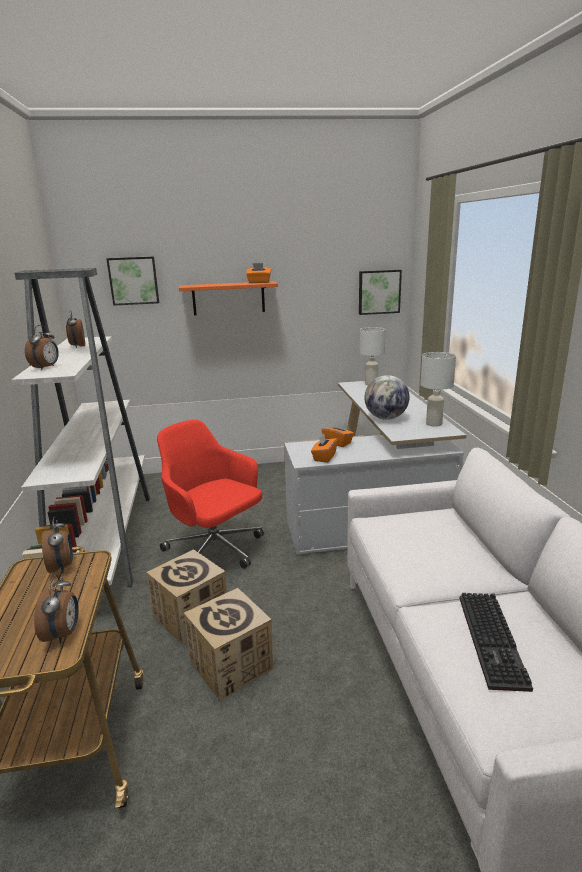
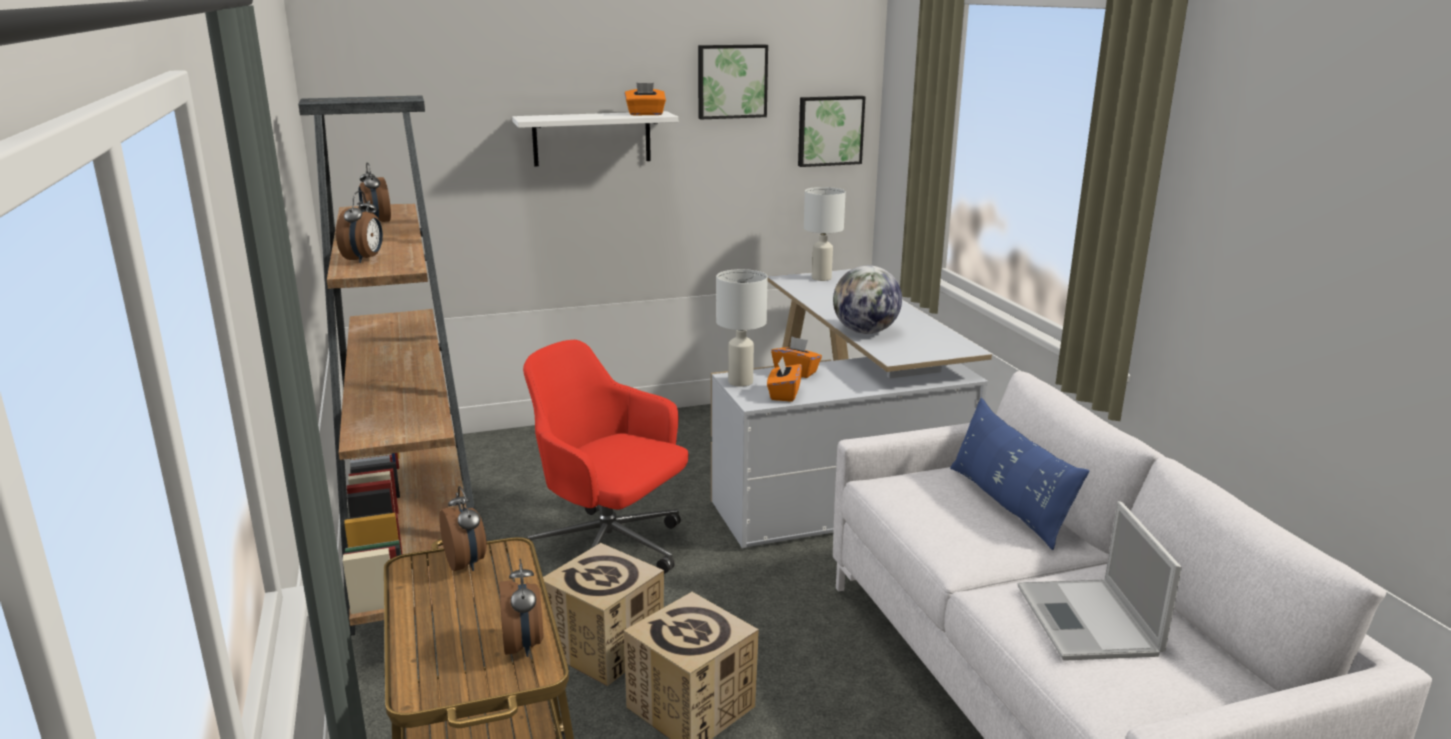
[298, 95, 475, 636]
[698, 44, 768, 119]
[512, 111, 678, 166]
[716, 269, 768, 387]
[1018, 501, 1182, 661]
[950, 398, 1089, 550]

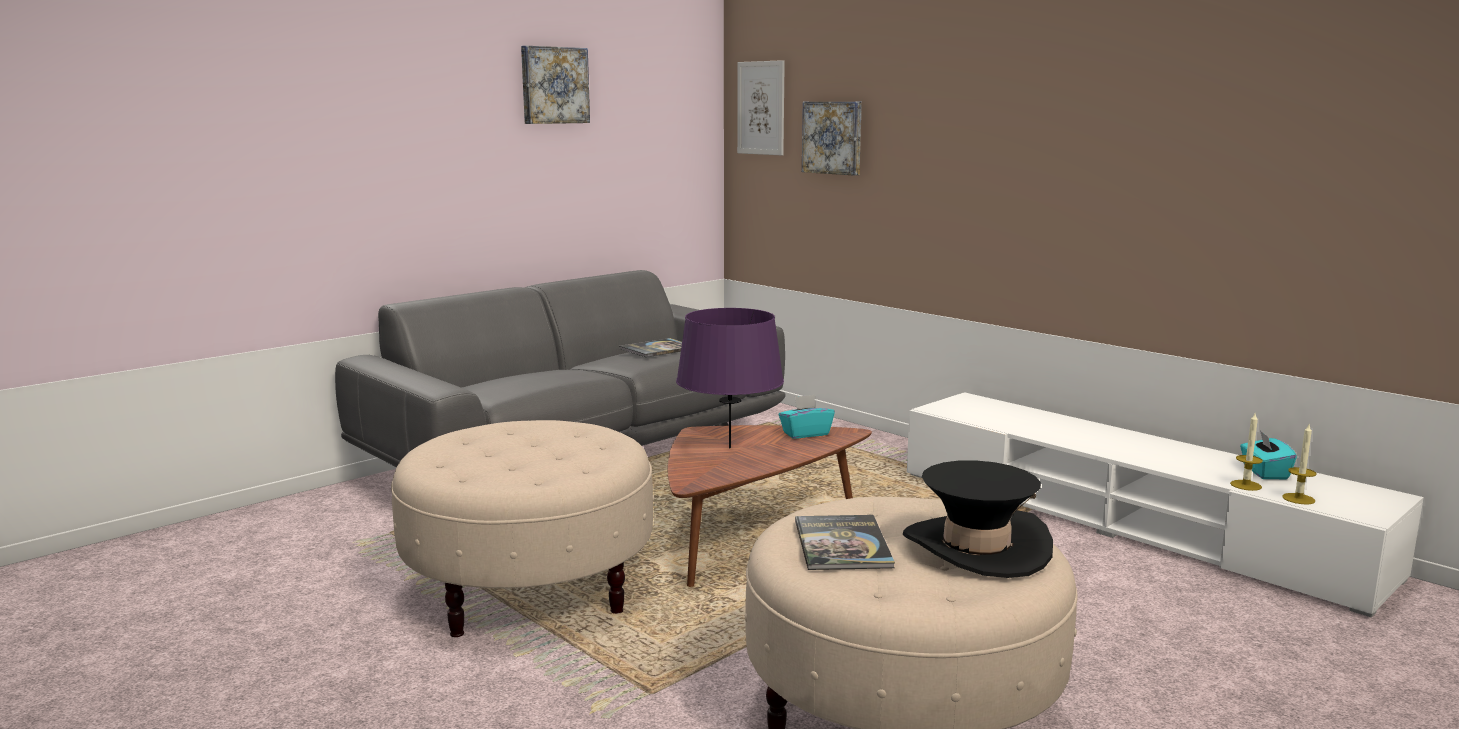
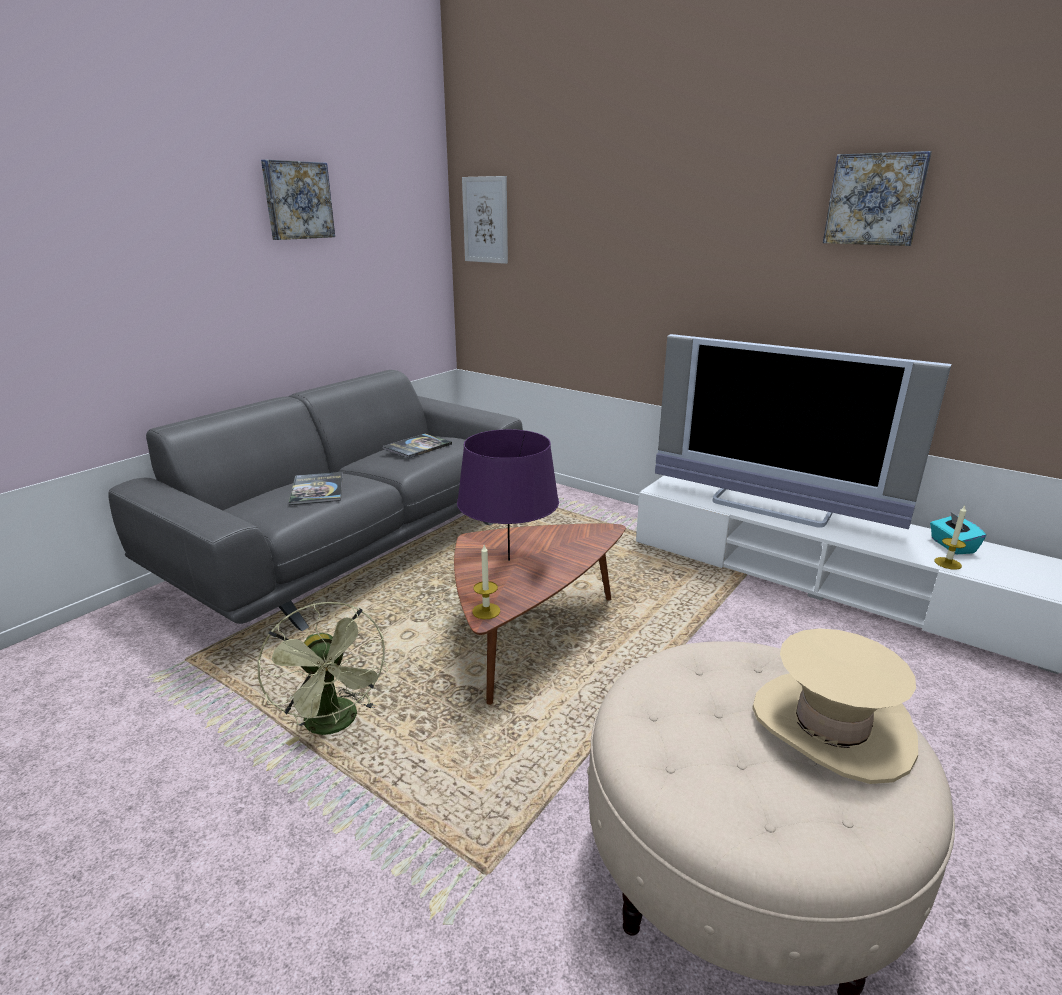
[257, 602, 388, 746]
[779, 395, 835, 439] (first image)
[289, 472, 343, 505]
[823, 151, 932, 246]
[752, 628, 918, 784]
[472, 545, 500, 619]
[655, 334, 952, 529]

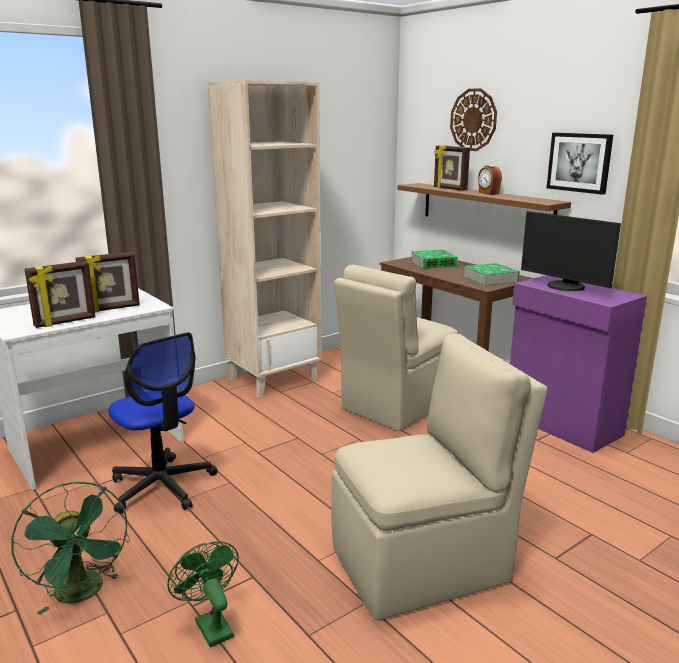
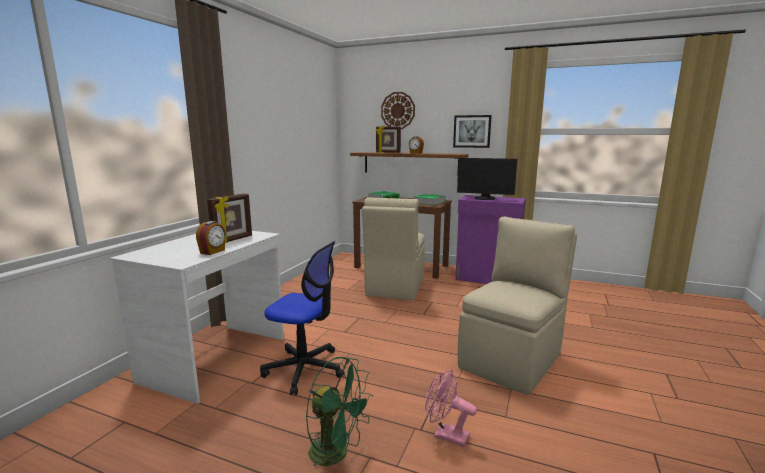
[196, 221, 226, 255]
[425, 369, 477, 447]
[208, 80, 322, 398] (first image)

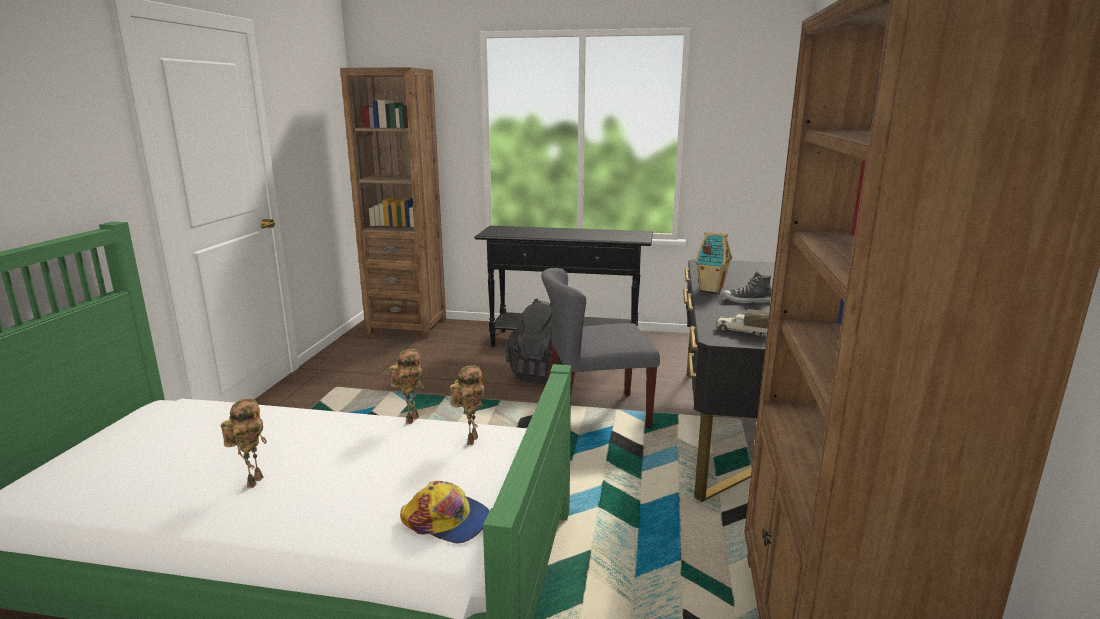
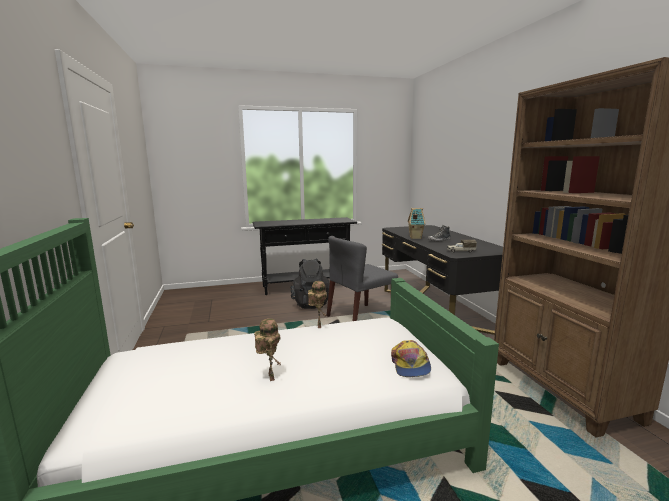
[340, 67, 446, 338] (first image)
[391, 340, 431, 377]
[450, 365, 485, 445] (first image)

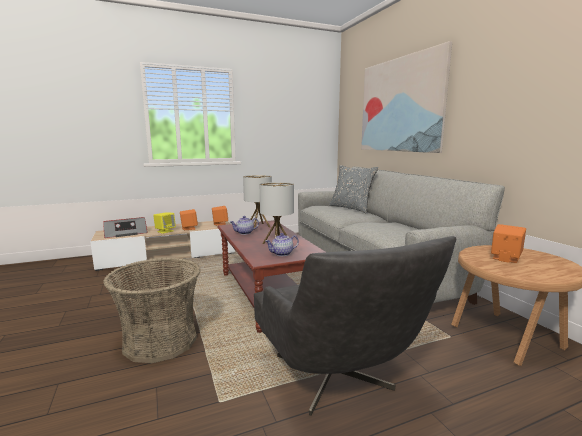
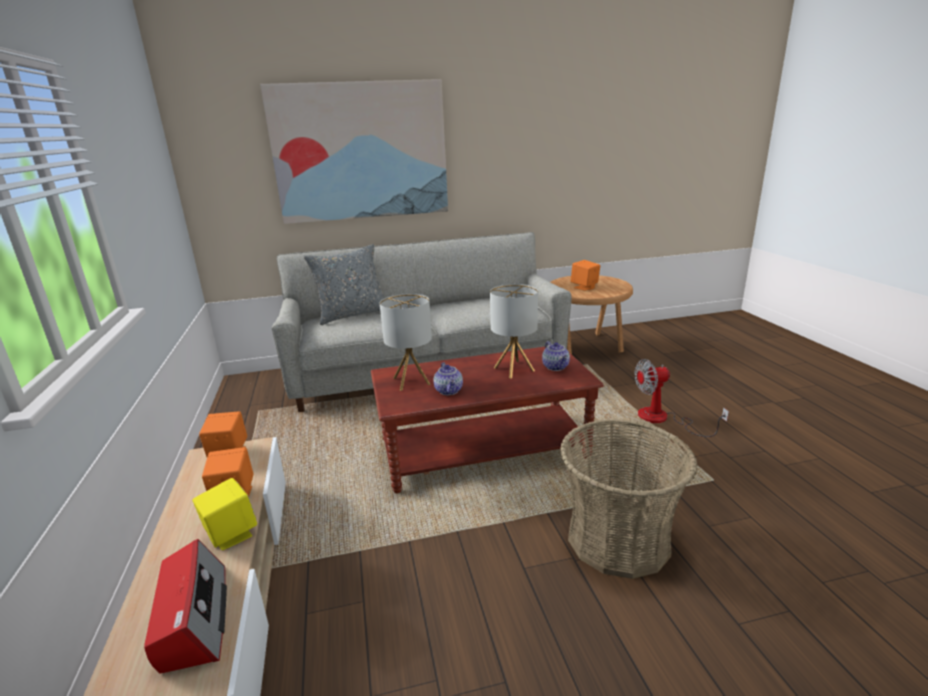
[635, 359, 729, 437]

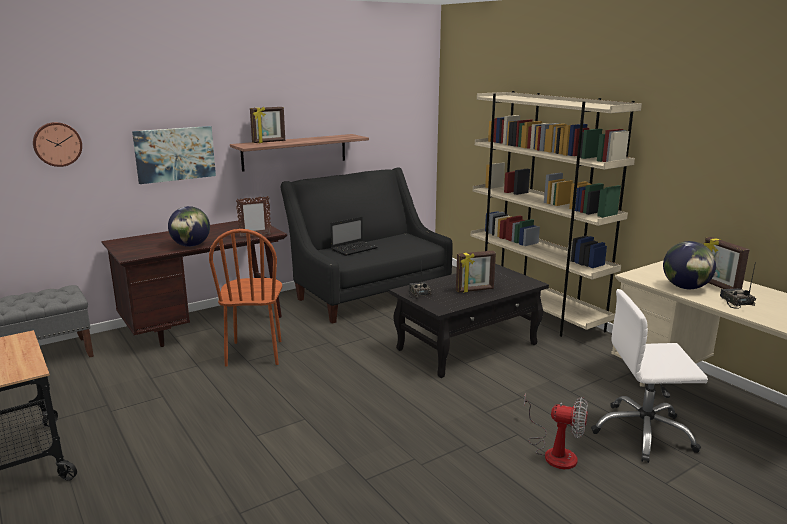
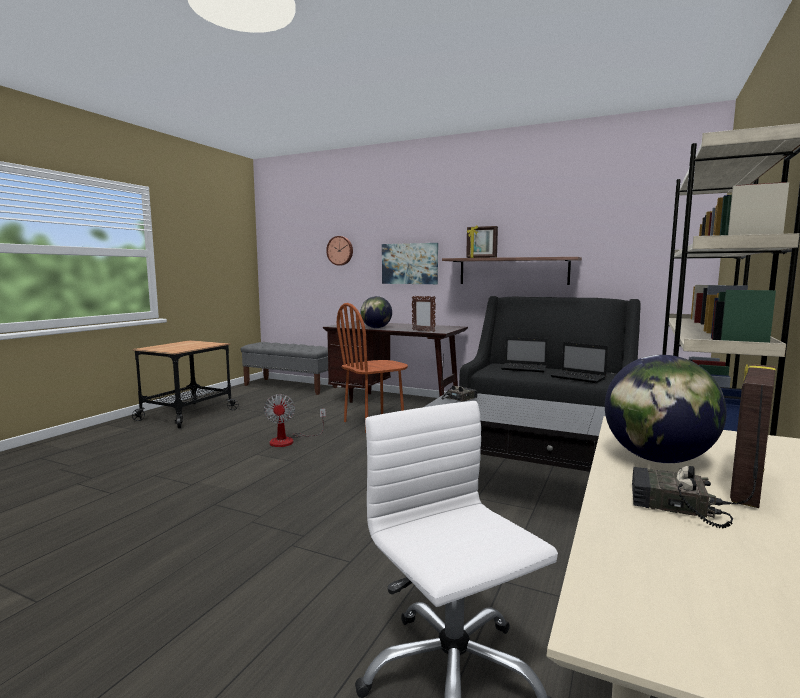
[456, 251, 496, 293] (first image)
[264, 394, 326, 447]
[632, 385, 763, 529]
[550, 342, 608, 383]

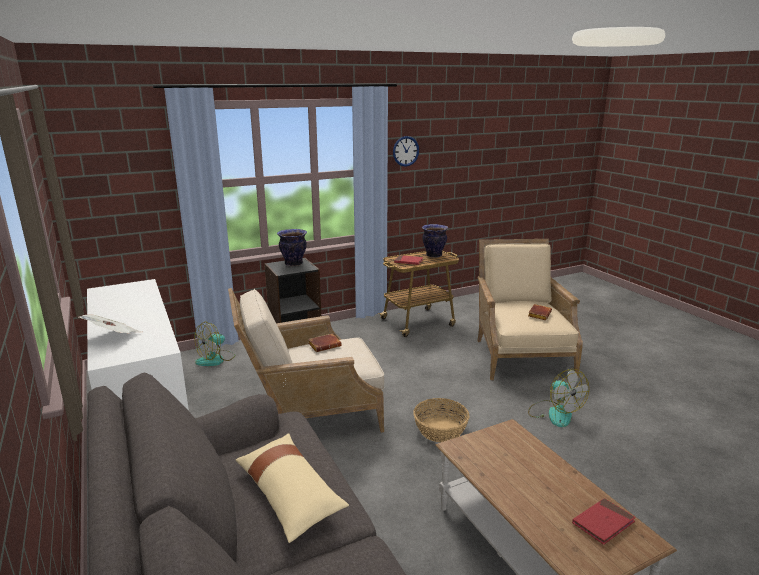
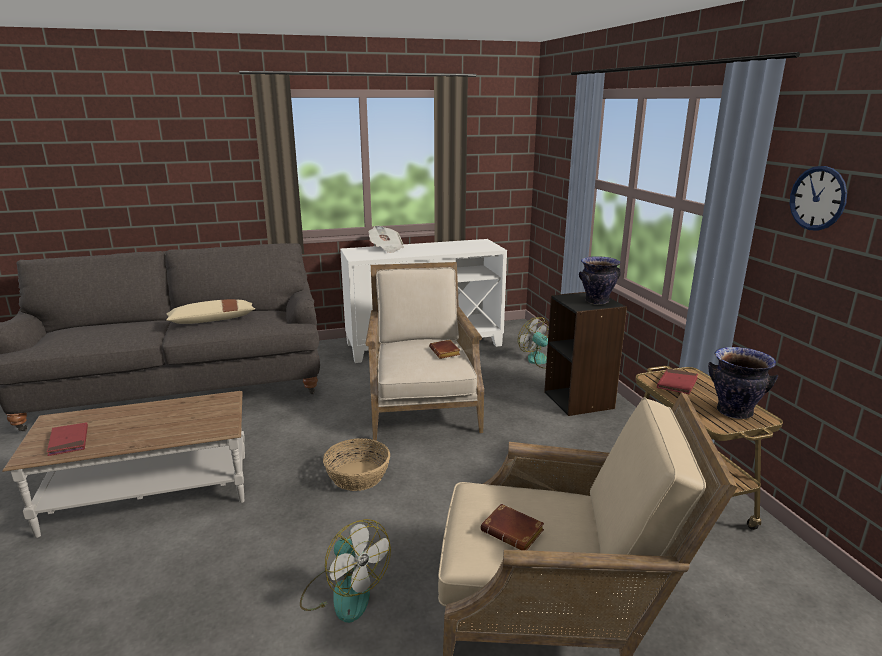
[300, 519, 391, 623]

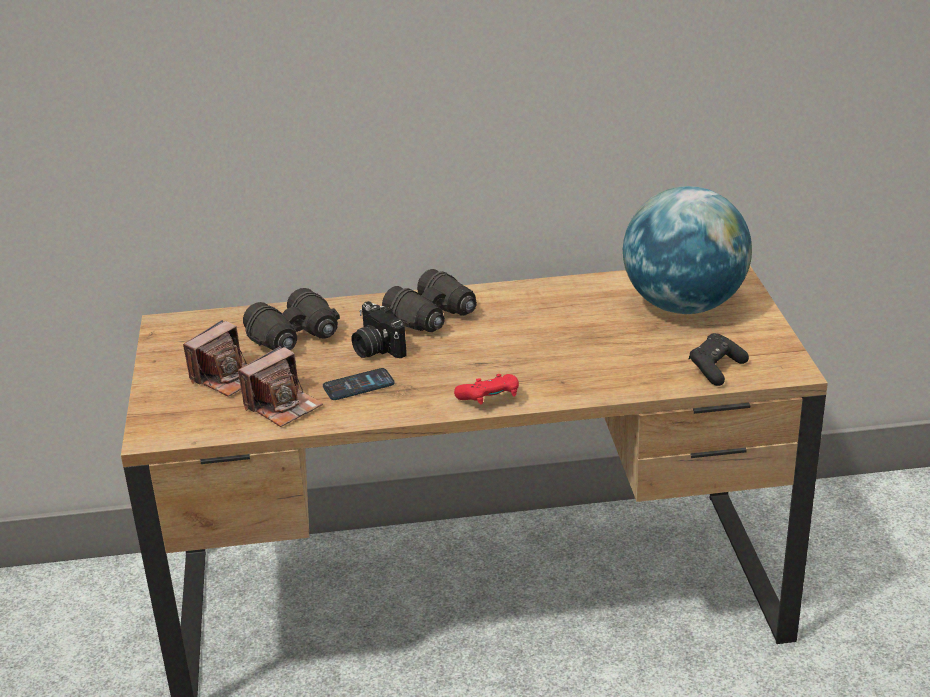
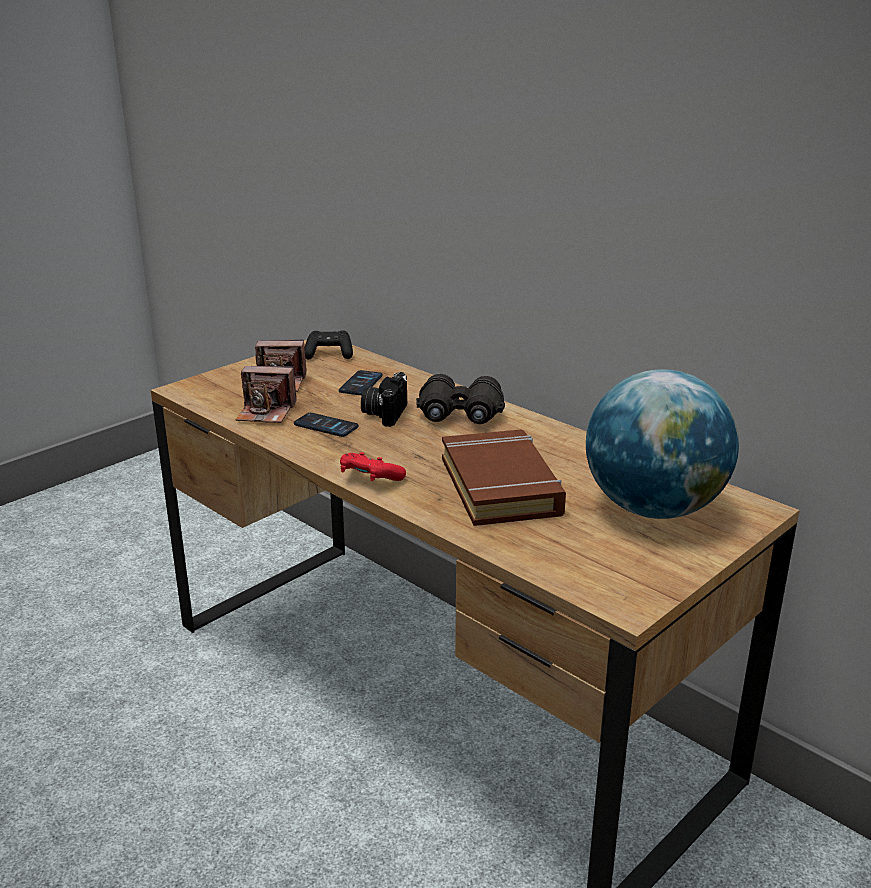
[339, 370, 382, 395]
[305, 330, 353, 359]
[442, 430, 566, 526]

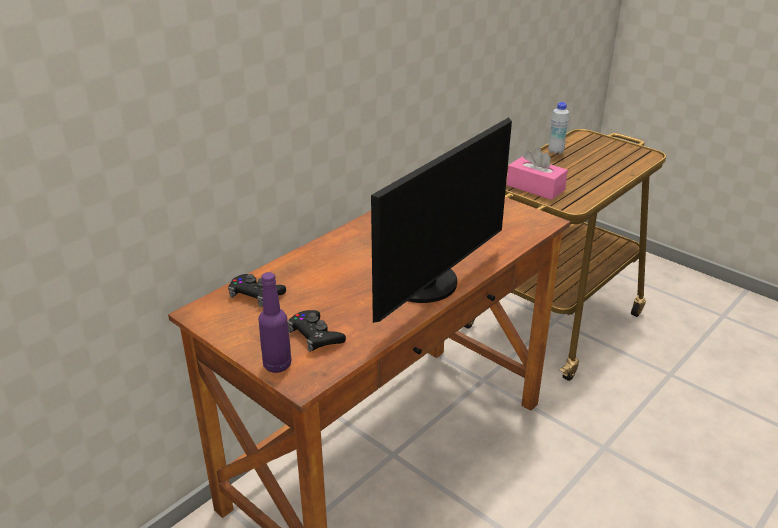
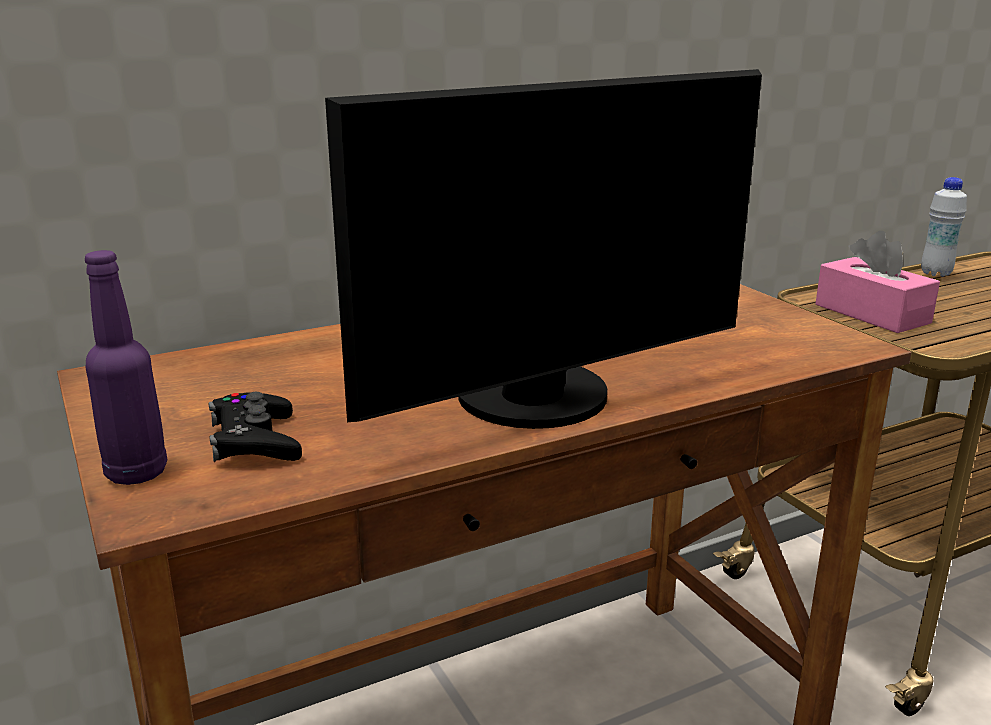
[228, 274, 286, 307] (first image)

